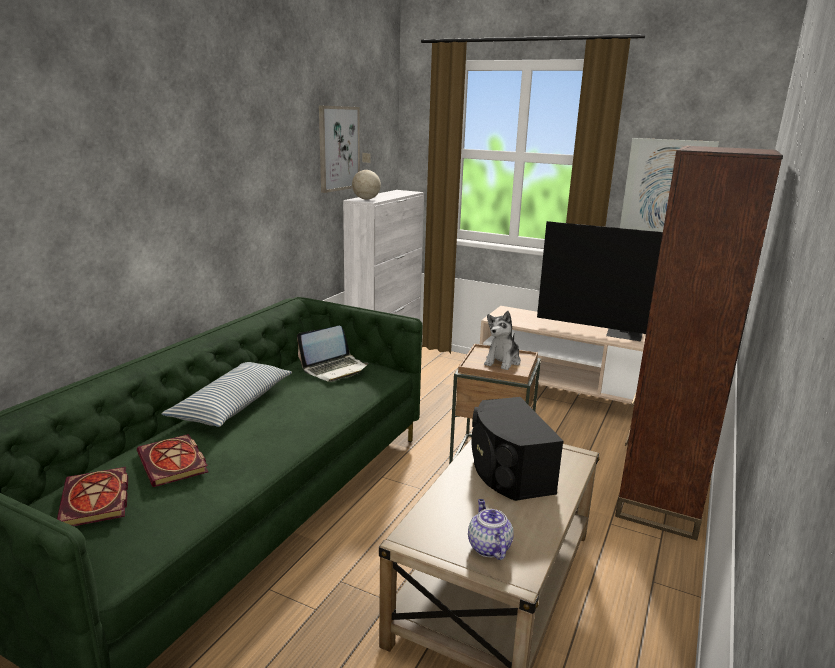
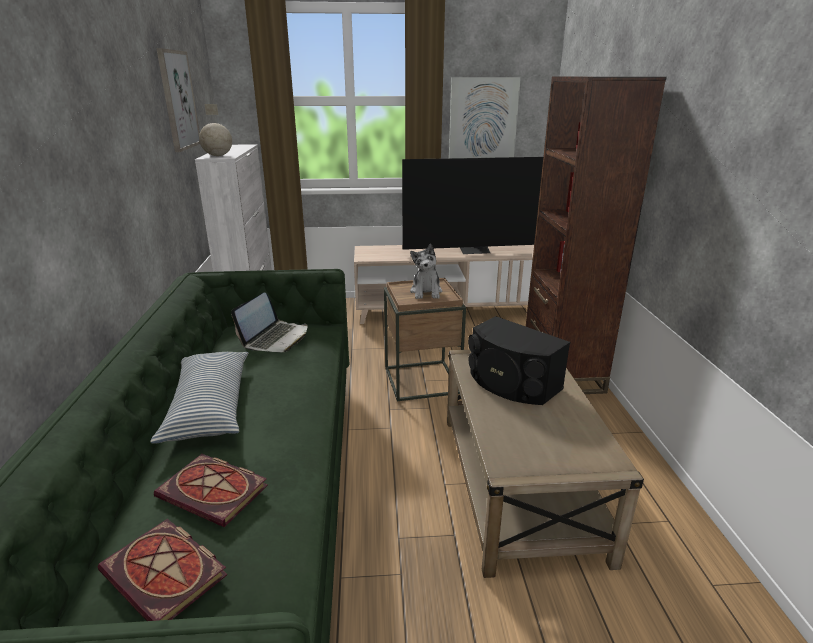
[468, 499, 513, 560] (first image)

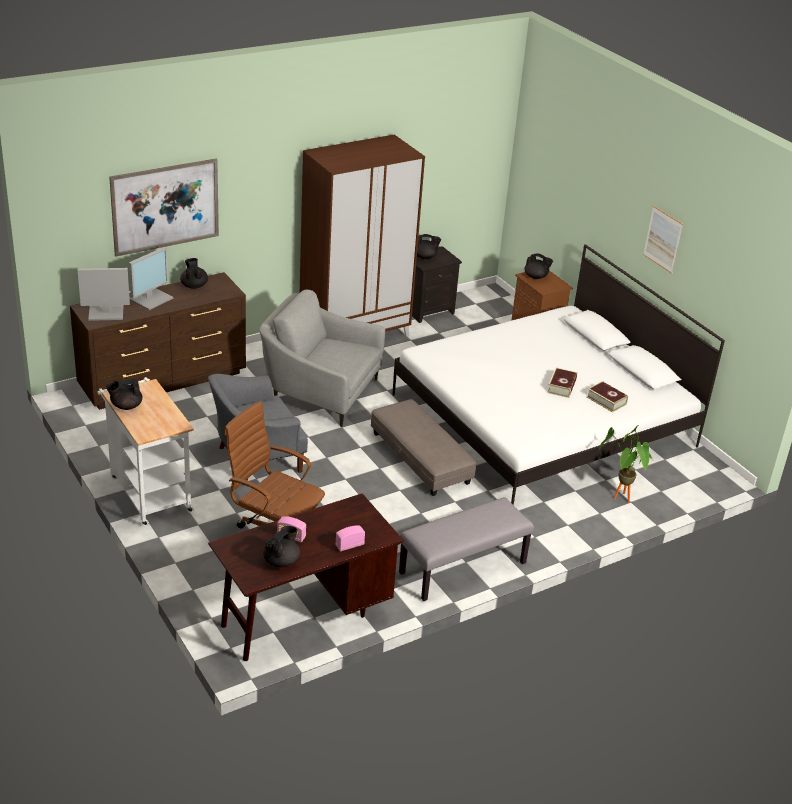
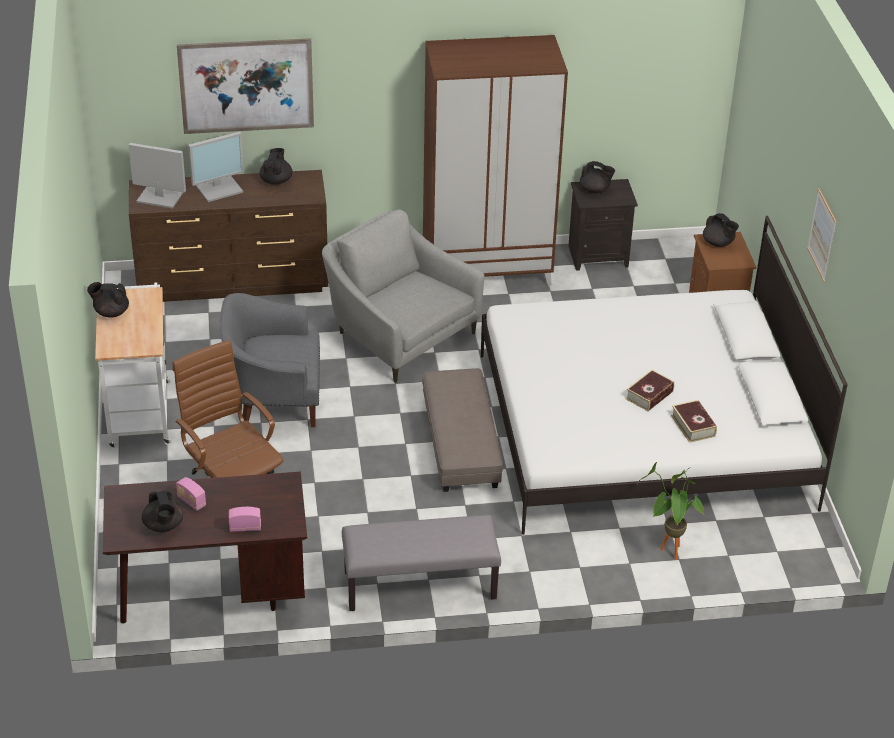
[142, 490, 183, 532]

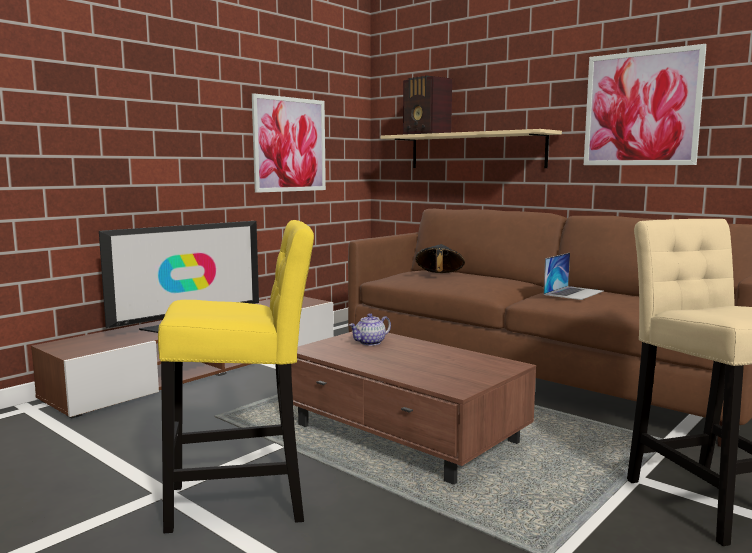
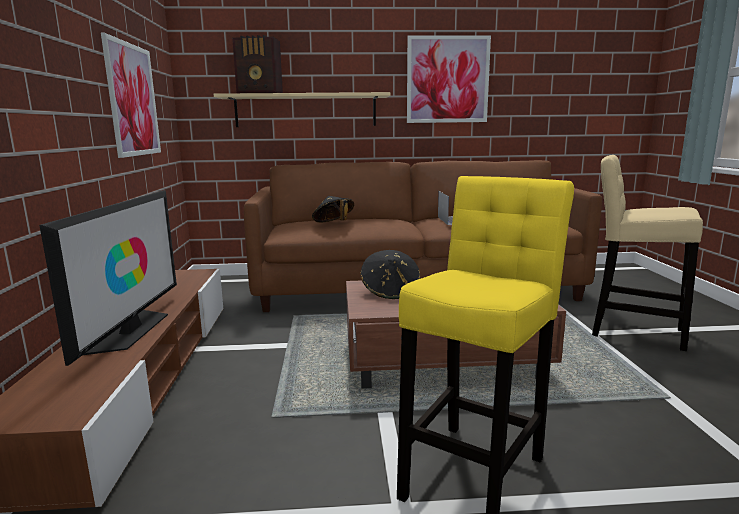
[360, 250, 420, 299]

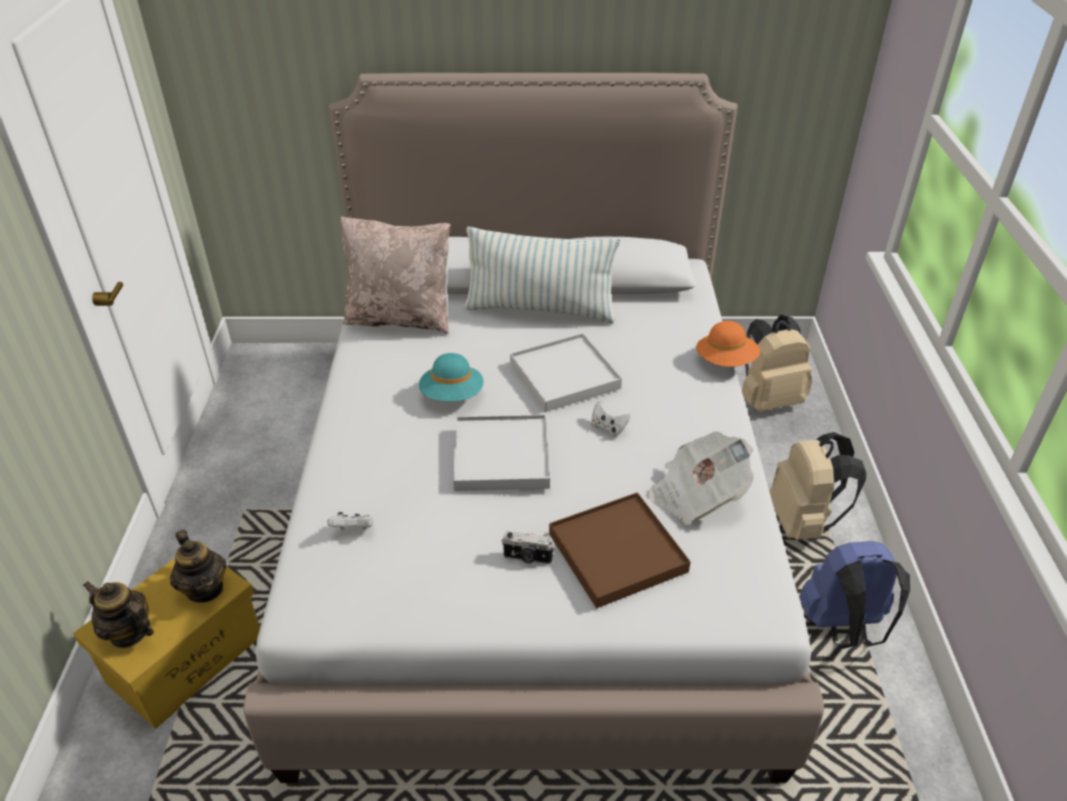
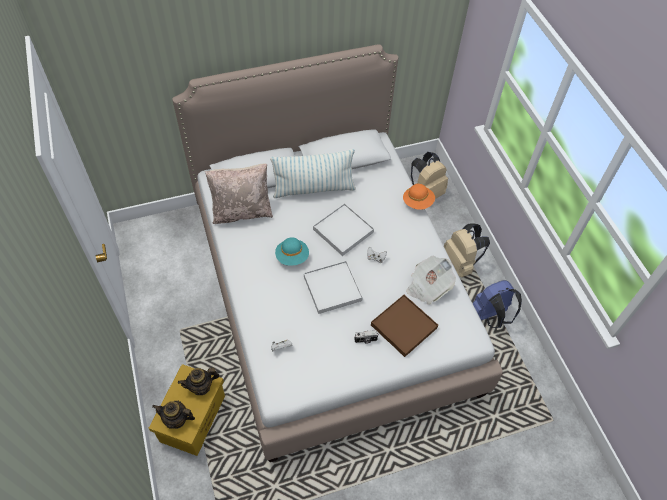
[178, 368, 220, 395]

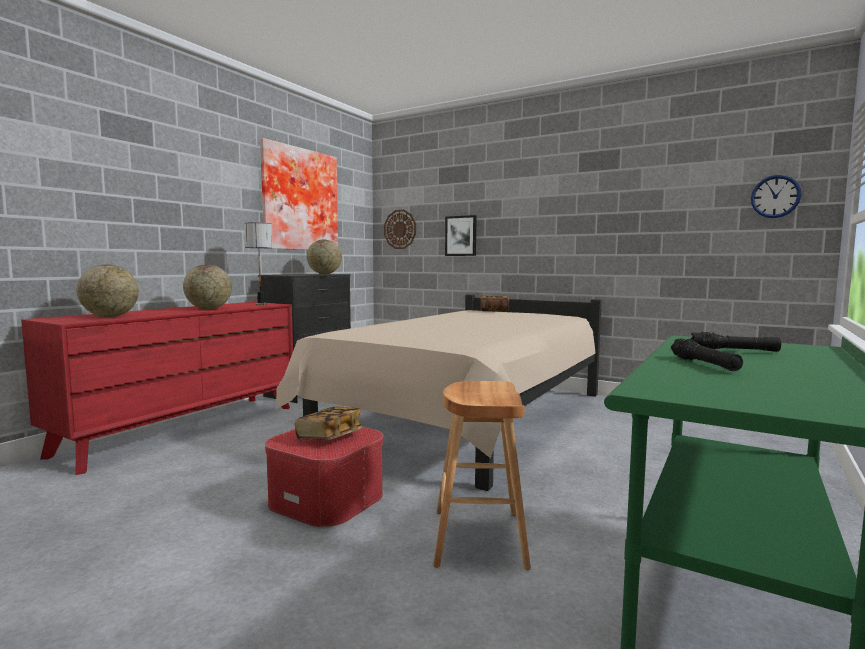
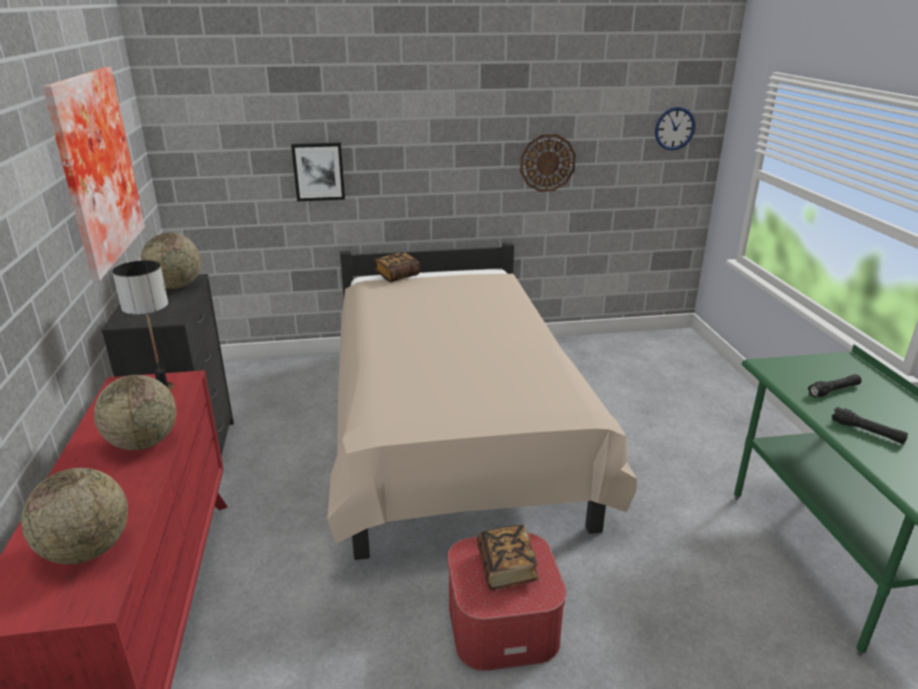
[520, 134, 576, 192]
[433, 381, 531, 570] (first image)

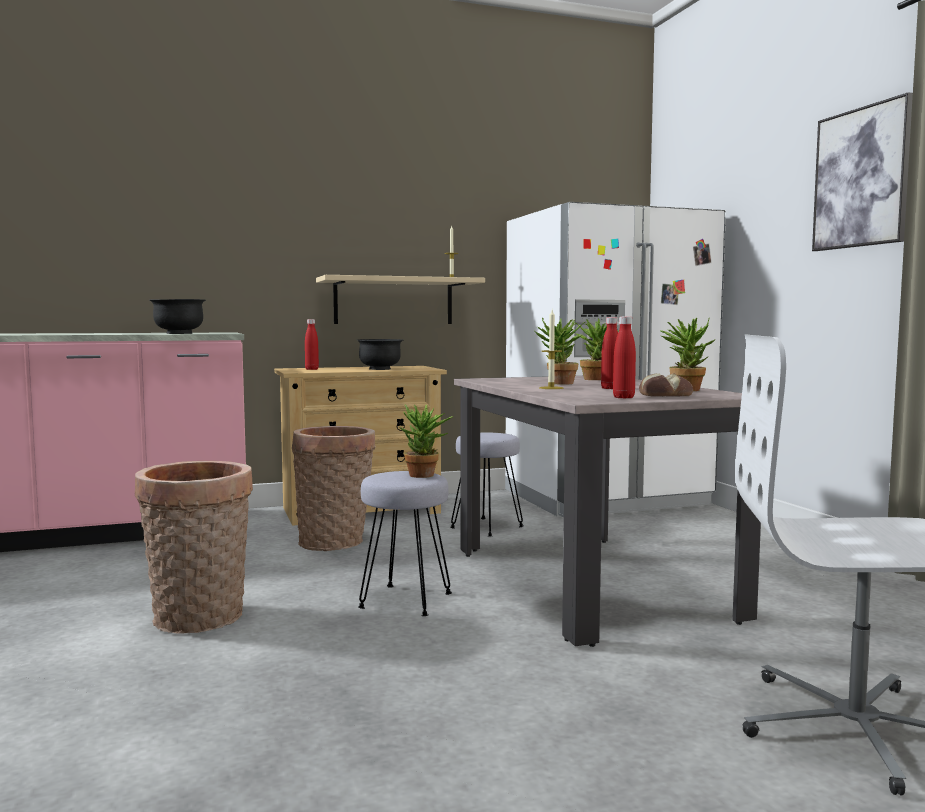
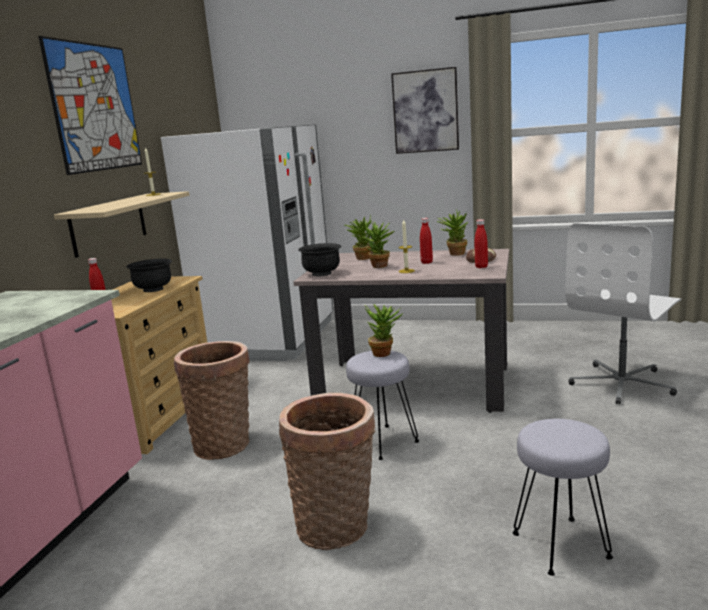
[298, 243, 341, 276]
[513, 419, 613, 576]
[38, 36, 142, 175]

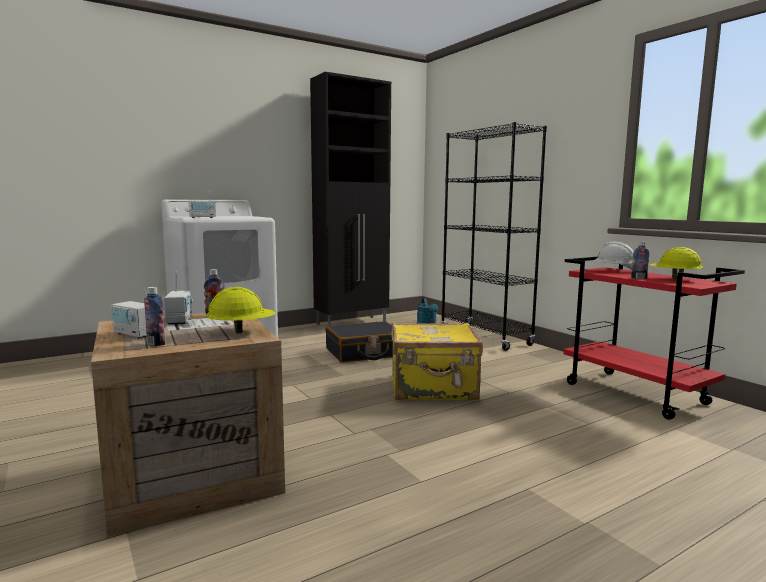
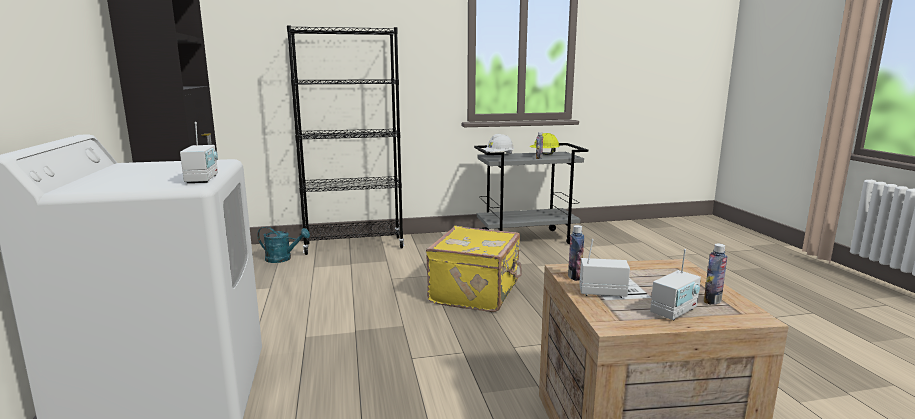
[205, 287, 276, 334] (first image)
[325, 321, 393, 362] (first image)
[474, 143, 588, 244]

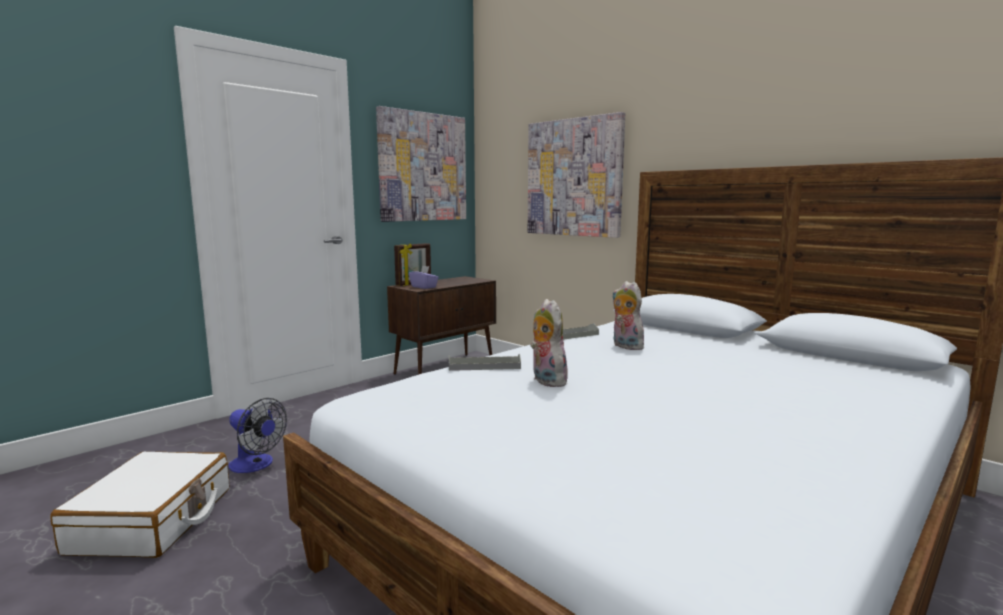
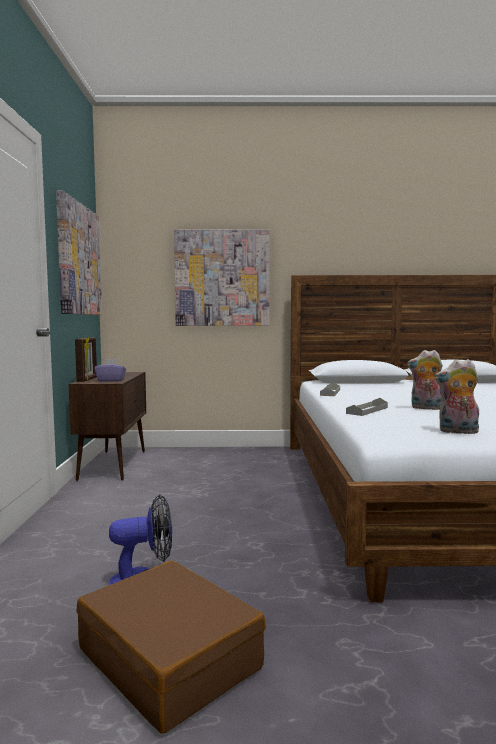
[77, 561, 266, 734]
[434, 359, 479, 434]

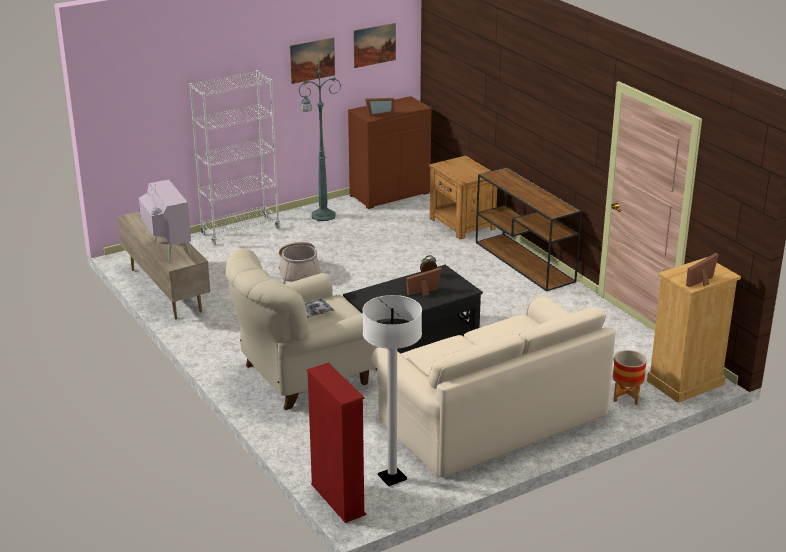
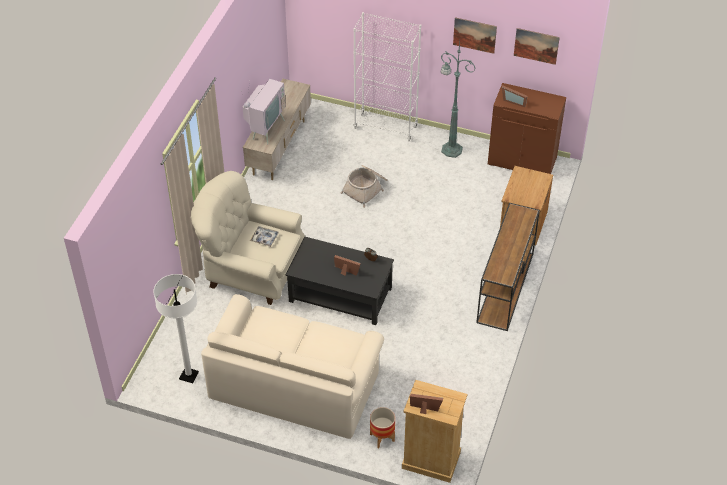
[307, 363, 366, 523] (first image)

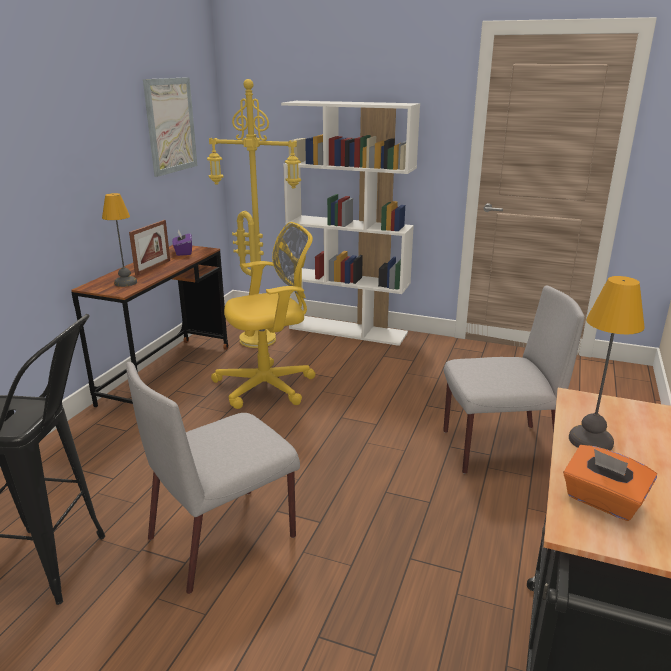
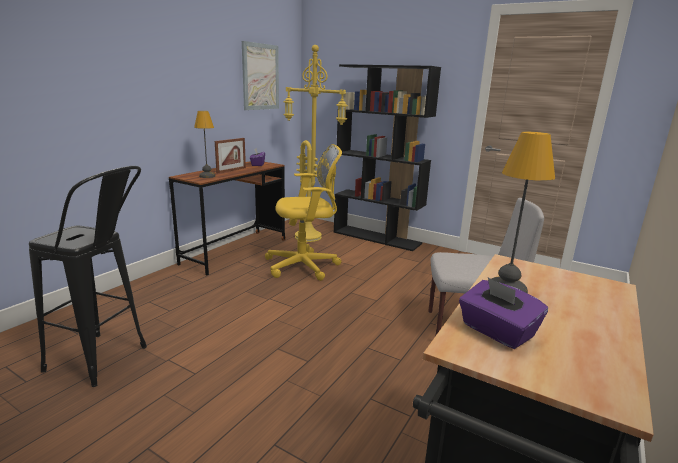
[126, 362, 300, 594] (first image)
[334, 64, 441, 251]
[459, 277, 548, 349]

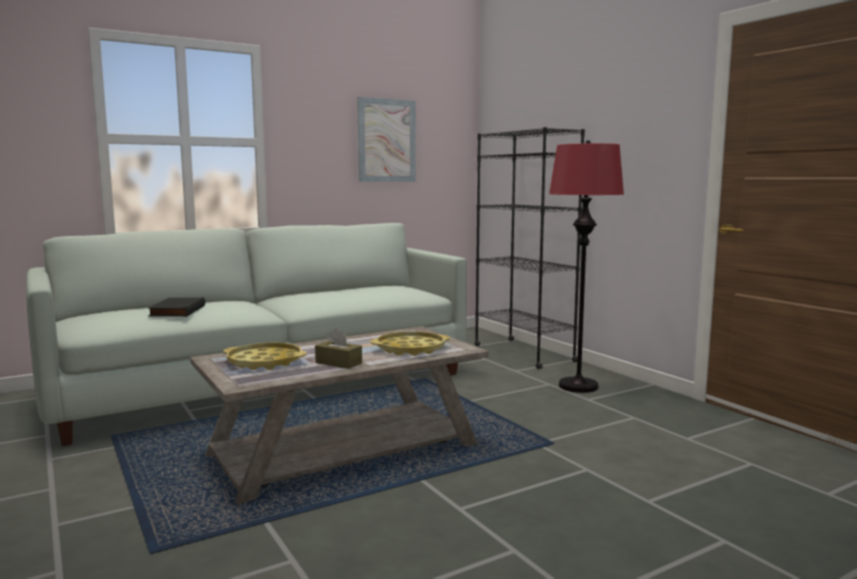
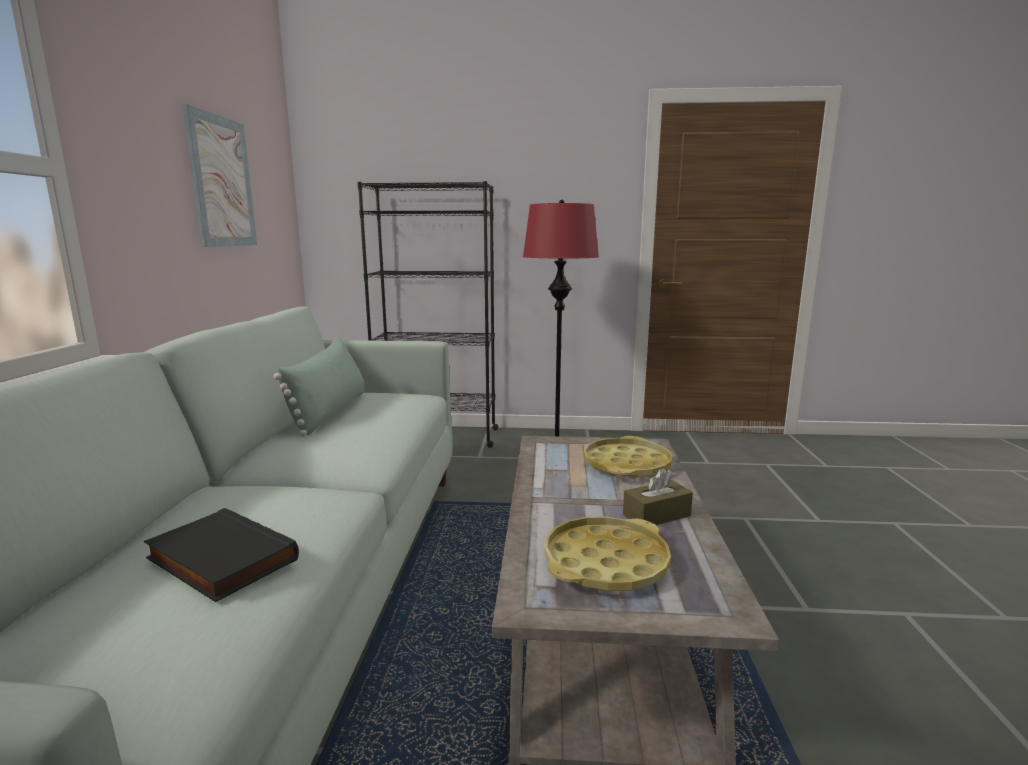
[273, 337, 365, 437]

